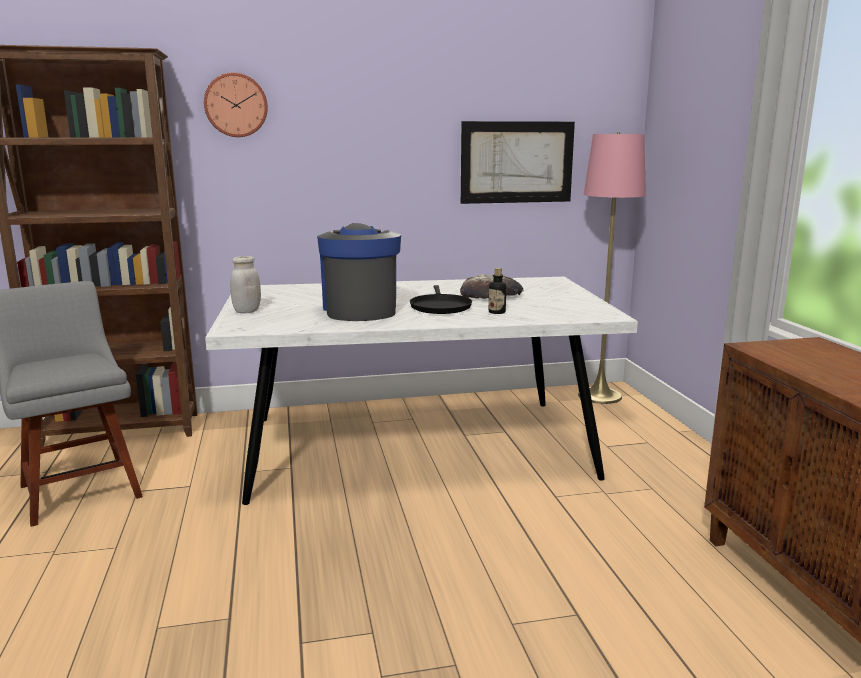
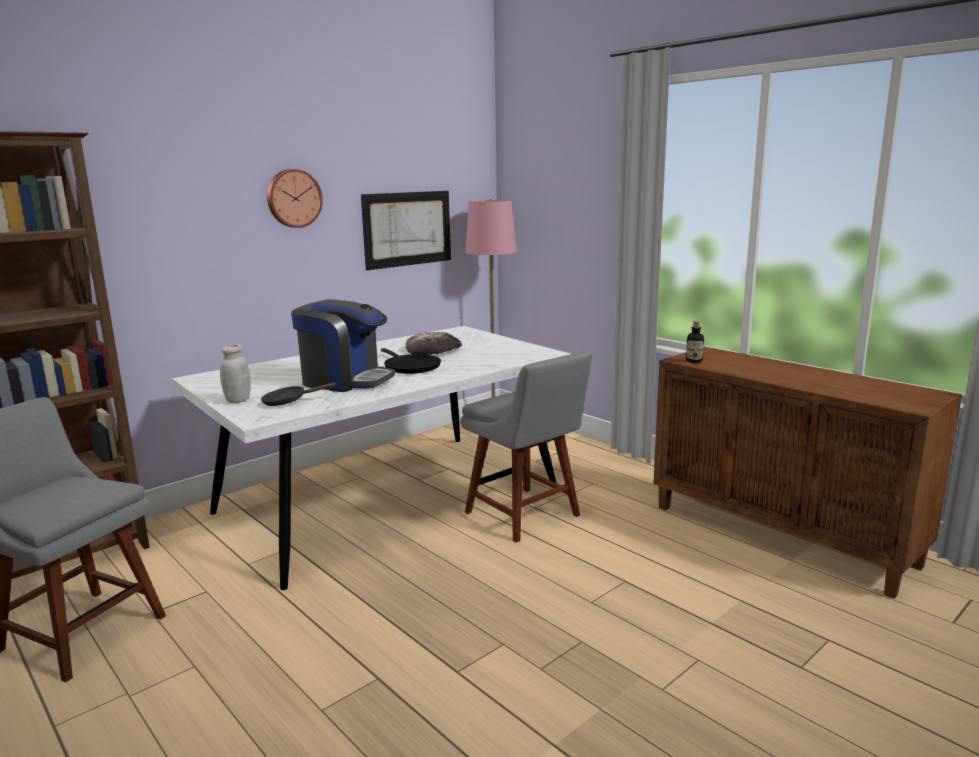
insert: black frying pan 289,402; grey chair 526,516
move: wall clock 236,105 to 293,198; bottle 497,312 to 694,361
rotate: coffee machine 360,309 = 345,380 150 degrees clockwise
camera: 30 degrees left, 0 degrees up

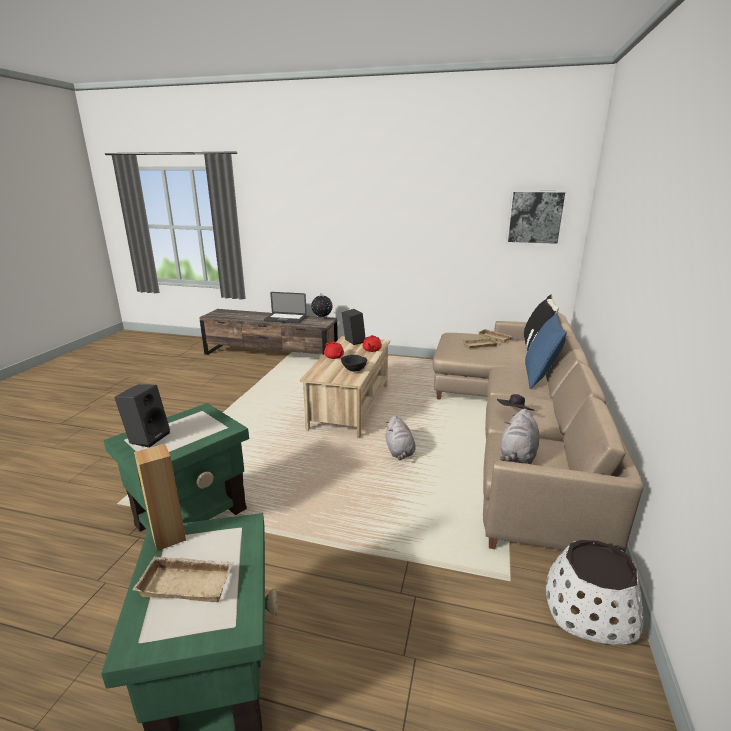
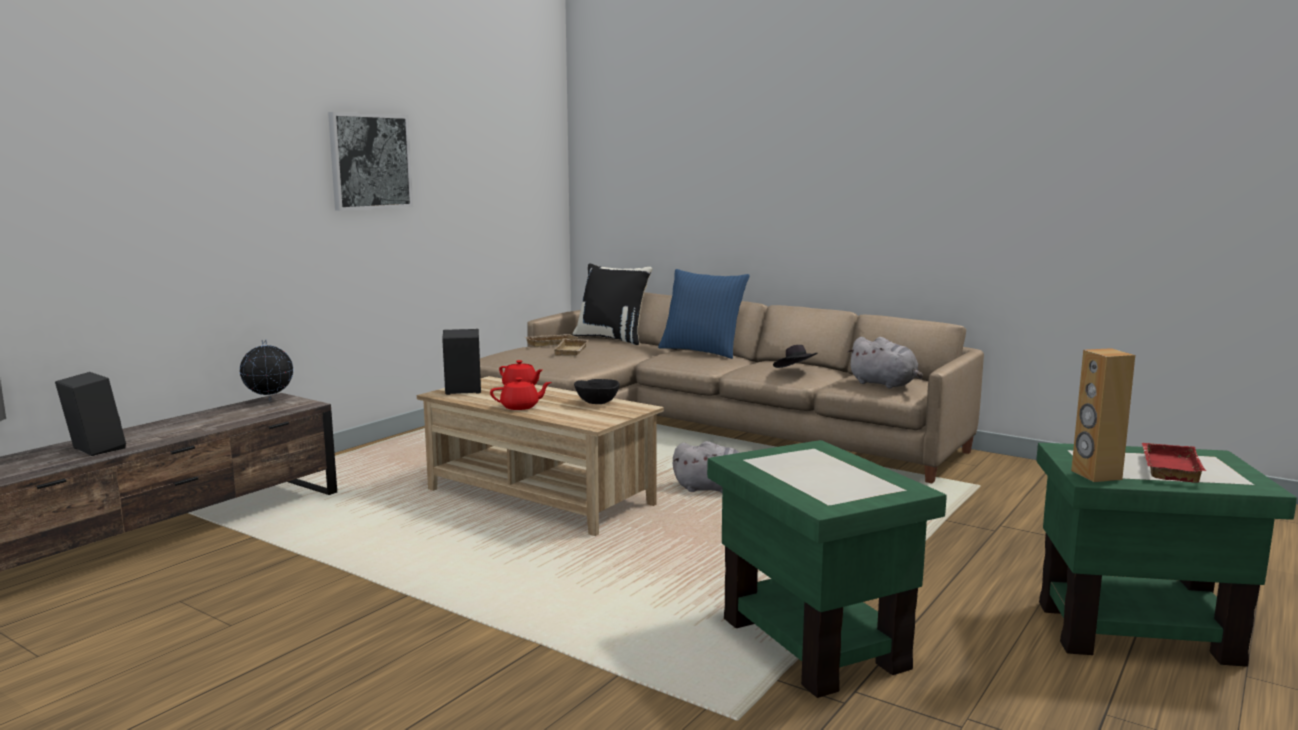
delete: laptop 285,319; white planter 589,610
move: black speaker 148,437 to 93,449; picture 535,217 to 370,161
recolor: beige tray 189,582 to red tray 1167,467
camera: 70 degrees left, 10 degrees down

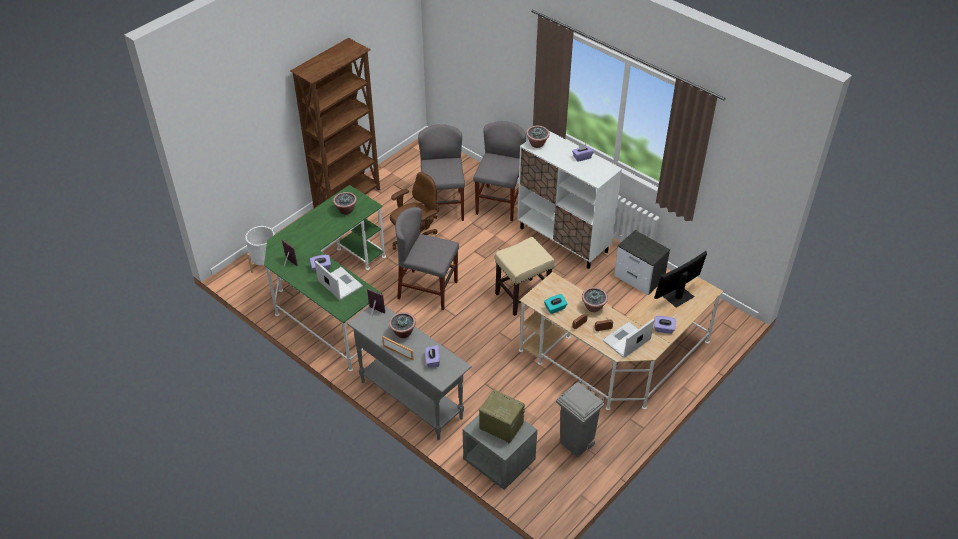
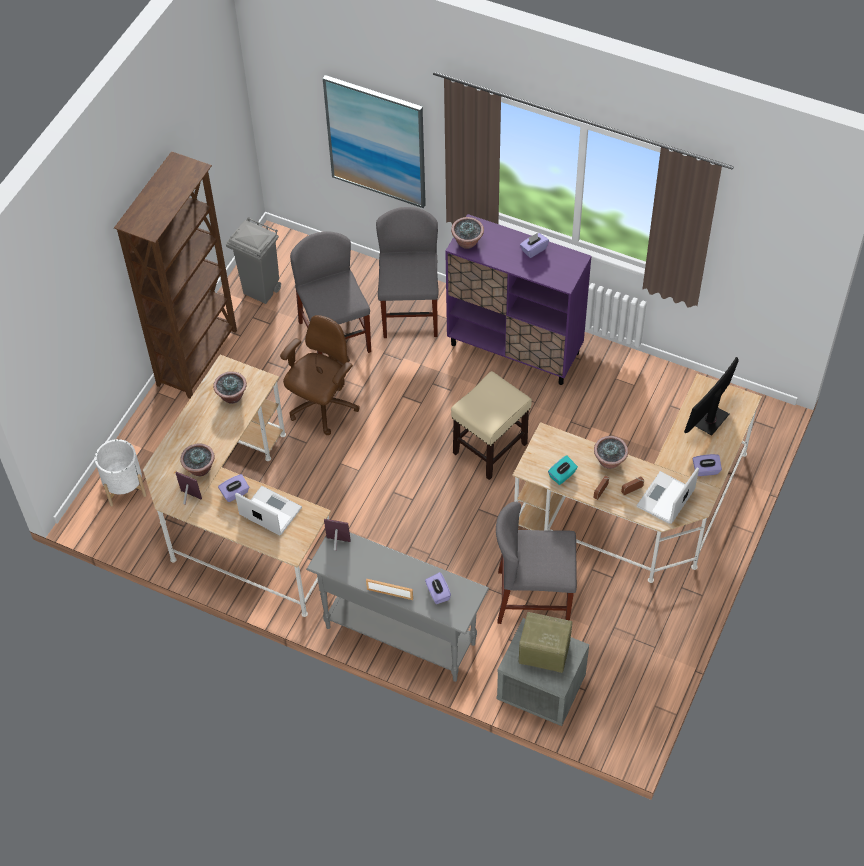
delete: nightstand 639,278
insert: picture 376,141
move: potted plant 403,333 to 199,469; grey chair 428,290 to 533,597; grey trash can 576,444 to 262,291
recolor: green desk 332,300 to beige desk 239,519; white cabinet 563,240 to purple cabinet 515,349
camera: 15 degrees left, 10 degrees up

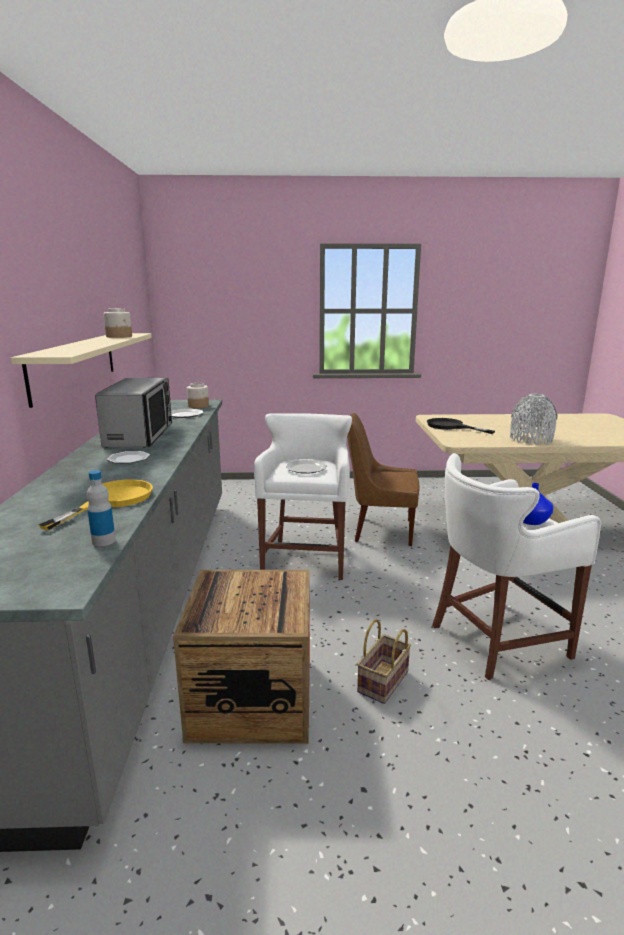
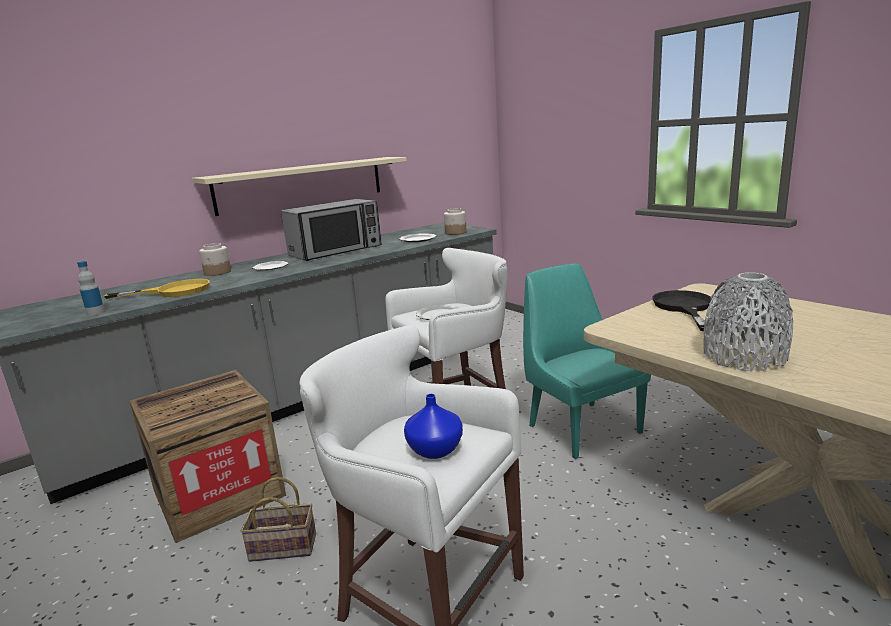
move: jar 119,336 to 217,272
recolor: brown chair 380,530 to turquoise chair 581,427
camera: 55 degrees right, 0 degrees up

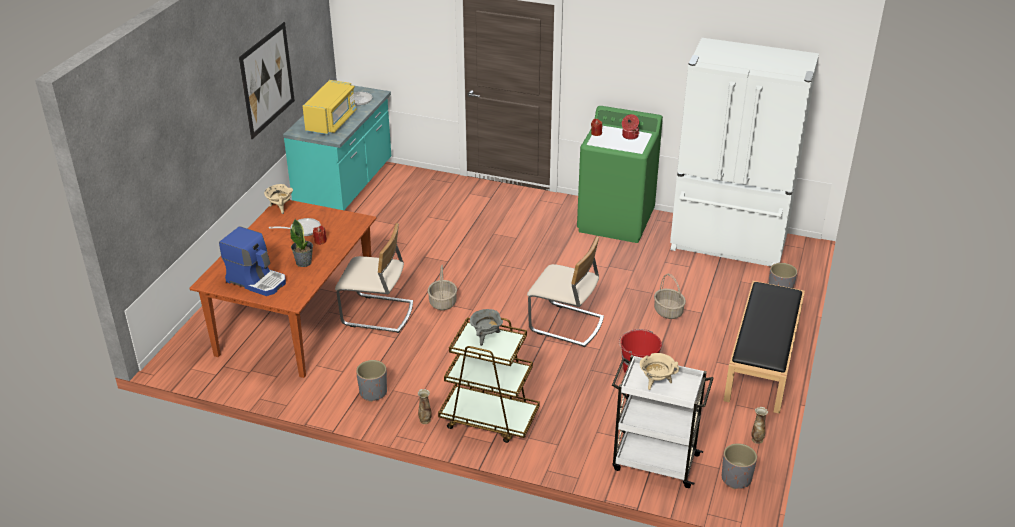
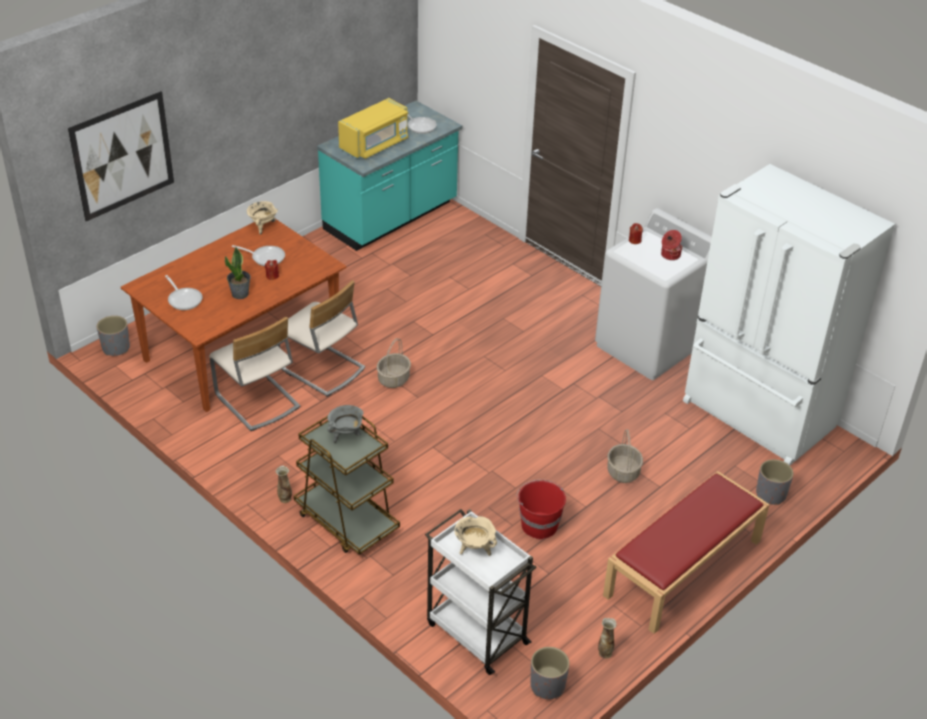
move: picture 267,80 to 122,156; grey planter 373,393 to 116,348; beige chair 566,325 to 256,402
replace: coffee machine 257,280 to frying pan 184,299
recolor: green washing machine 616,221 to white washing machine 648,346; black bench 762,362 to red bench 683,568
camera: 25 degrees right, 5 degrees up

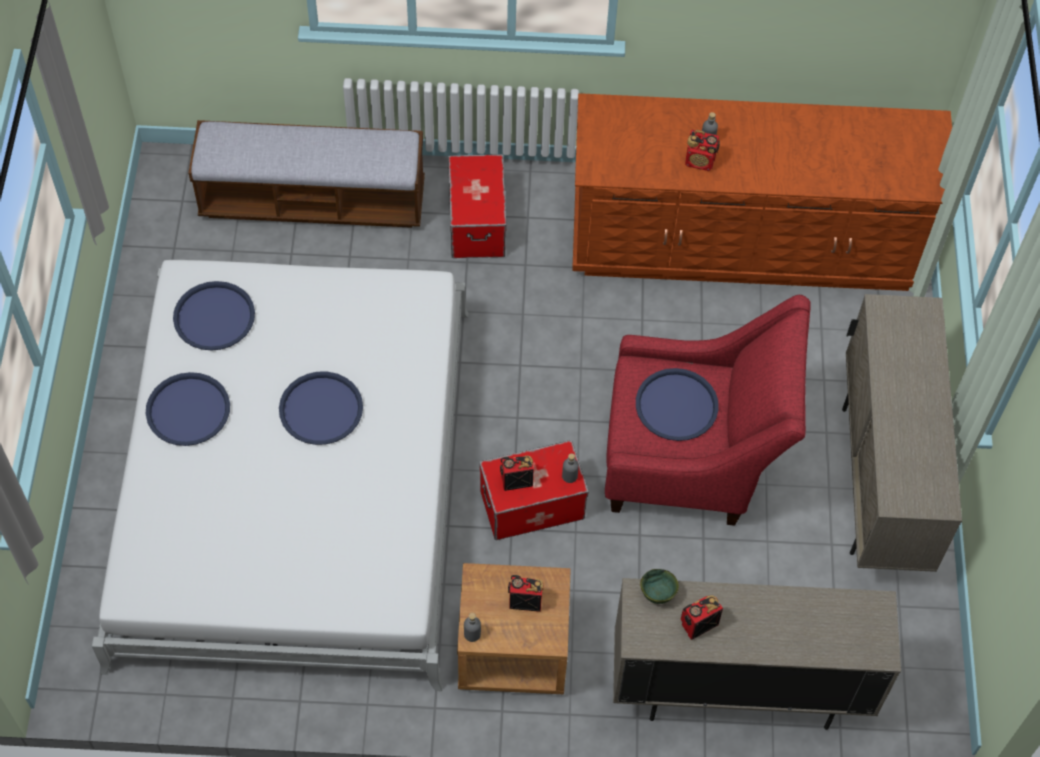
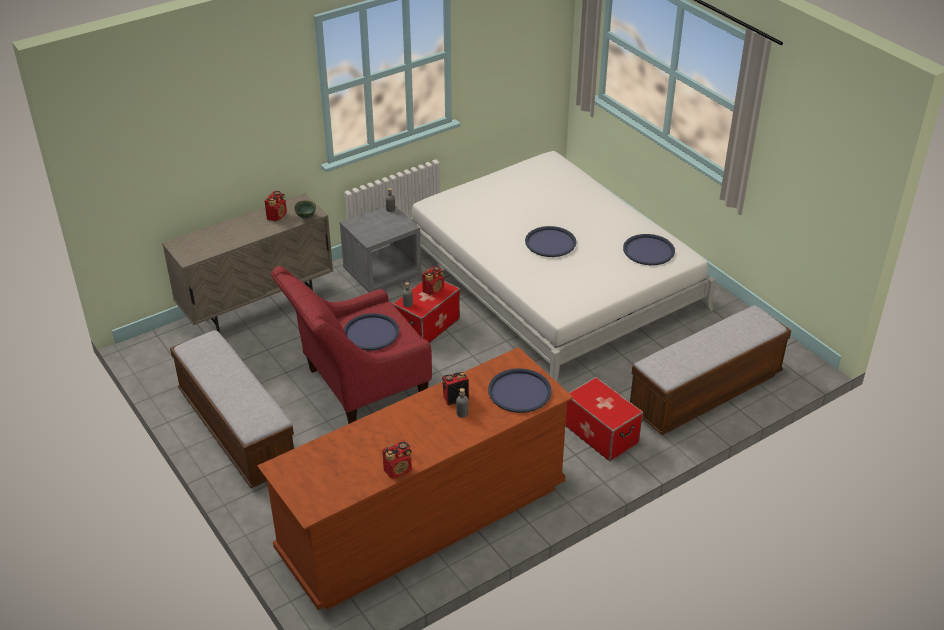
move: blue tray 188,410 to 519,391; radio 525,600 to 398,470
replace: beige cabinet 880,482 to bench 236,430
recolor: brown nightstand 512,651 to grey nightstand 382,273
camera: 145 degrees right, 20 degrees down

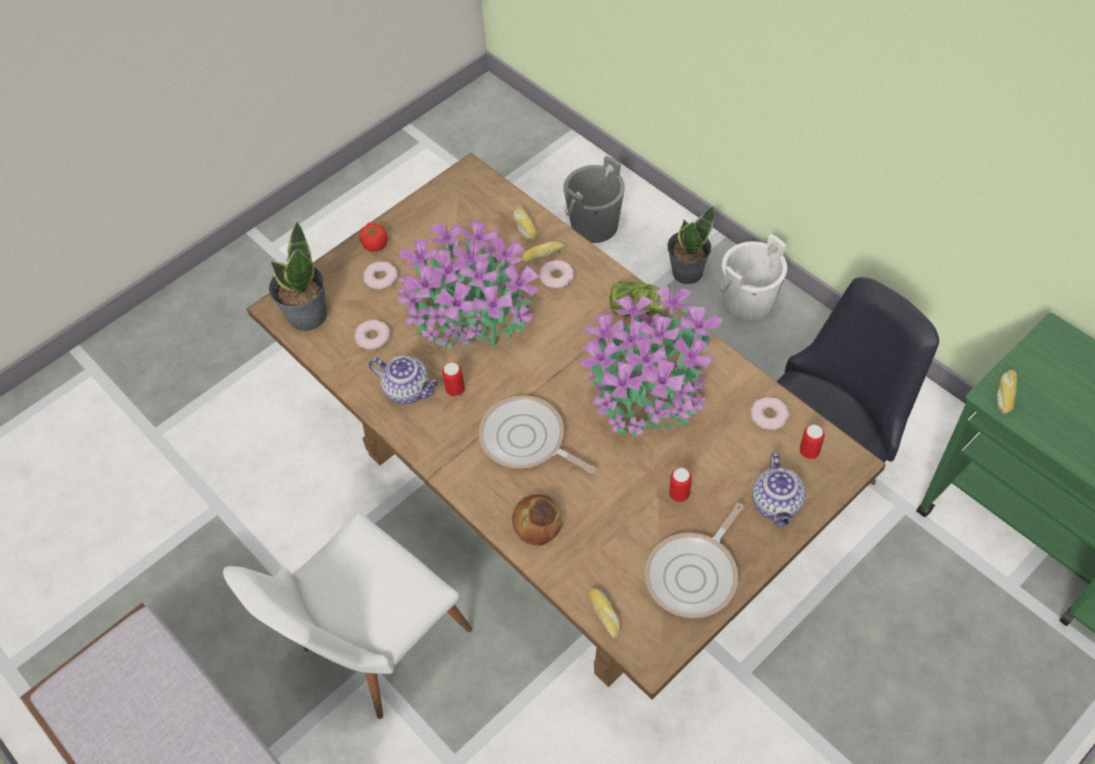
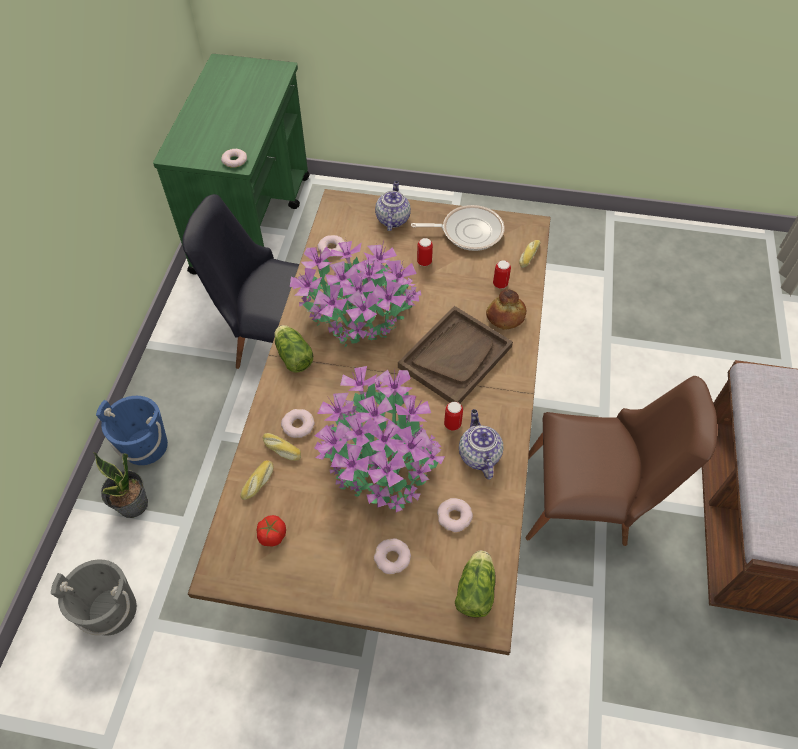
move: tomato 375,244 to 272,535; can 809,452 to 500,284
replace: potted plant 307,316 to lettuce 476,588; frying pan 526,440 to brown tray 455,356; bread 1005,393 to donut 234,160
recolor: white chair 372,648 to brown chair 588,503; white bucket 748,303 to blue bucket 145,446
rotate: teapot 777,505 = 392,219 45 degrees counterclockwise
camera: 130 degrees left, 0 degrees up

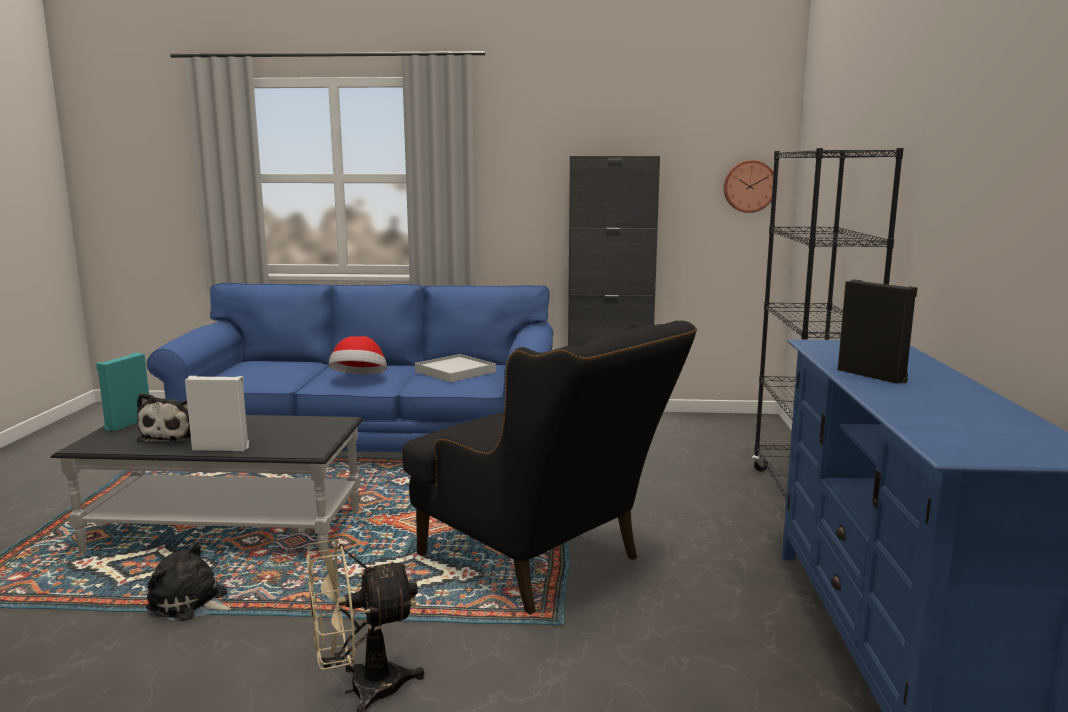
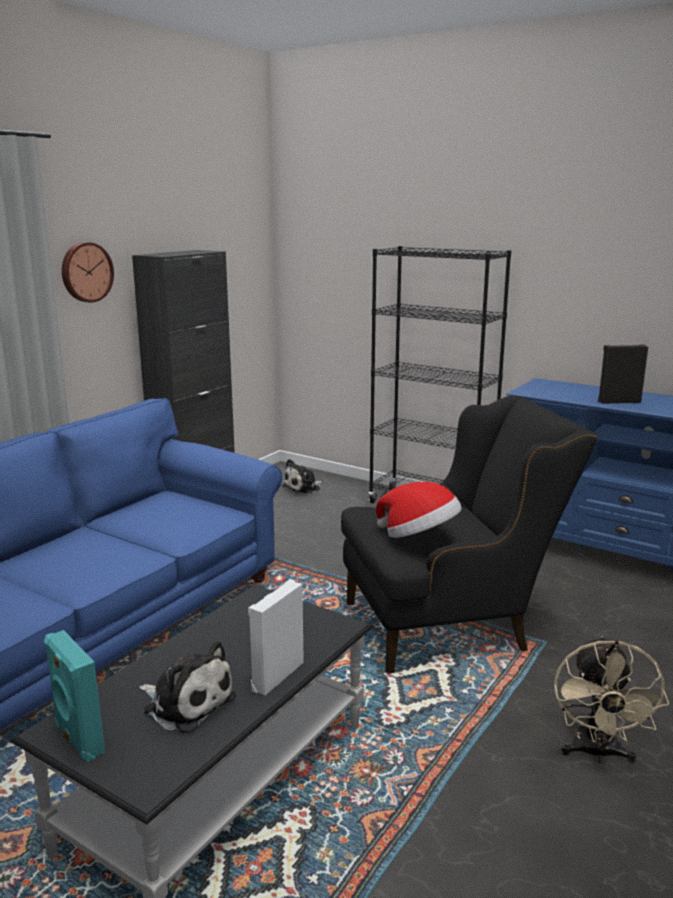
delete: white tray 455,371
move: plush toy 191,604 to 303,488; hat 359,380 to 419,536; wall clock 749,186 to 86,272
camera: 60 degrees left, 5 degrees up

